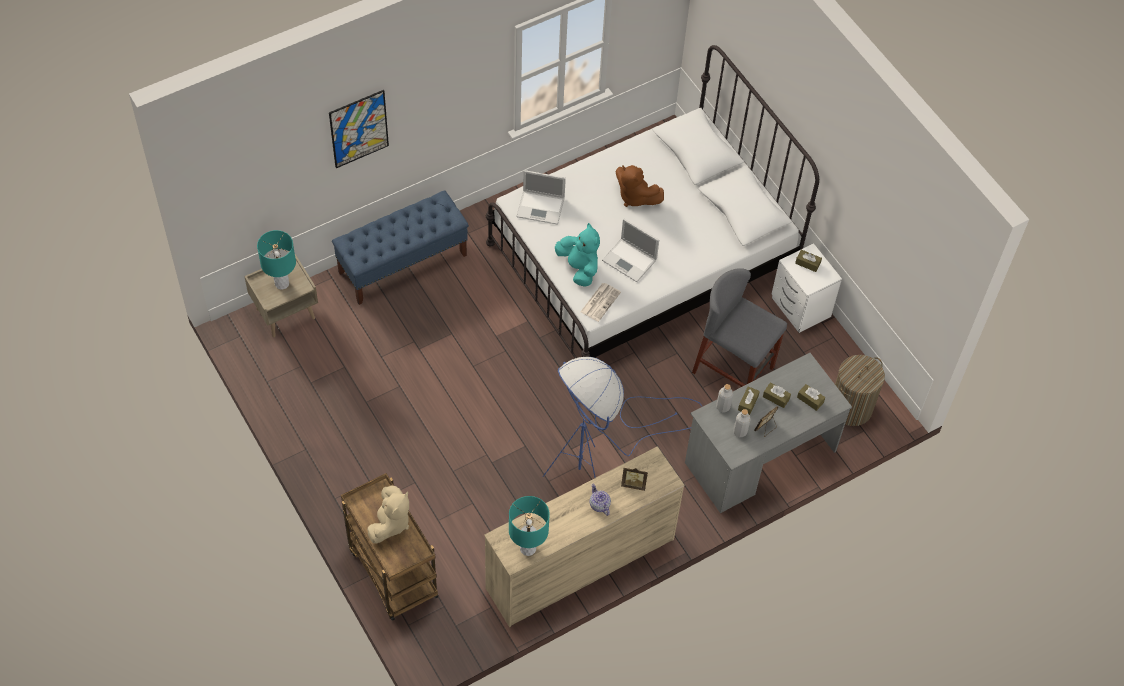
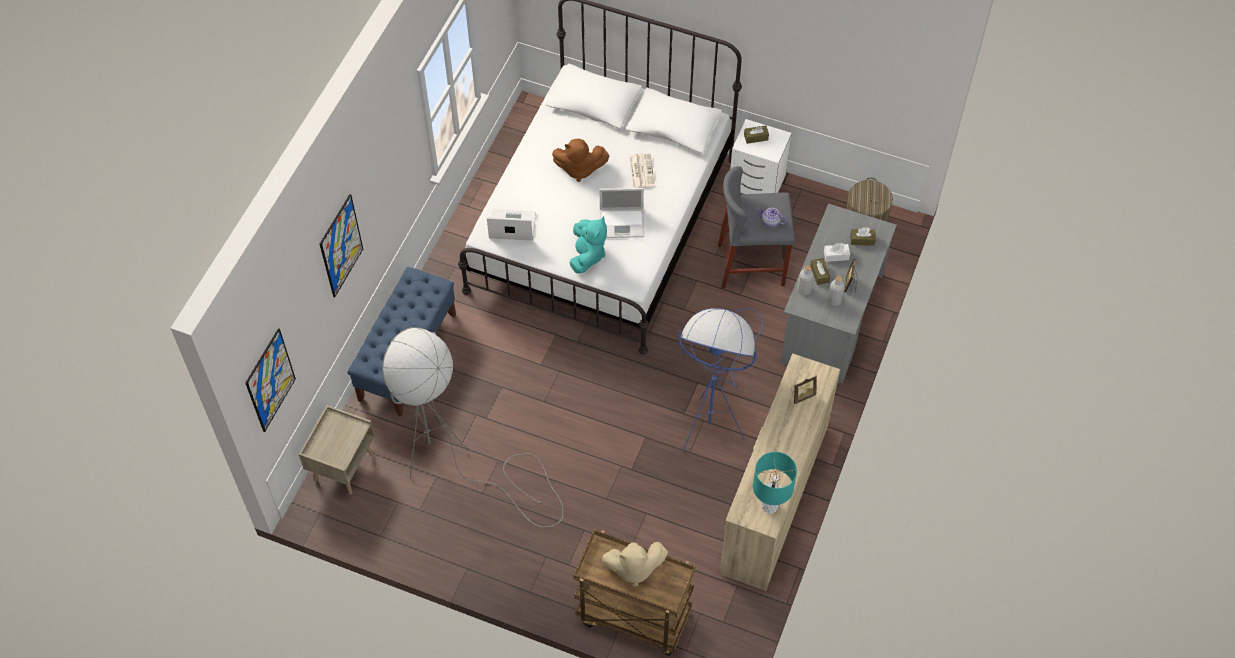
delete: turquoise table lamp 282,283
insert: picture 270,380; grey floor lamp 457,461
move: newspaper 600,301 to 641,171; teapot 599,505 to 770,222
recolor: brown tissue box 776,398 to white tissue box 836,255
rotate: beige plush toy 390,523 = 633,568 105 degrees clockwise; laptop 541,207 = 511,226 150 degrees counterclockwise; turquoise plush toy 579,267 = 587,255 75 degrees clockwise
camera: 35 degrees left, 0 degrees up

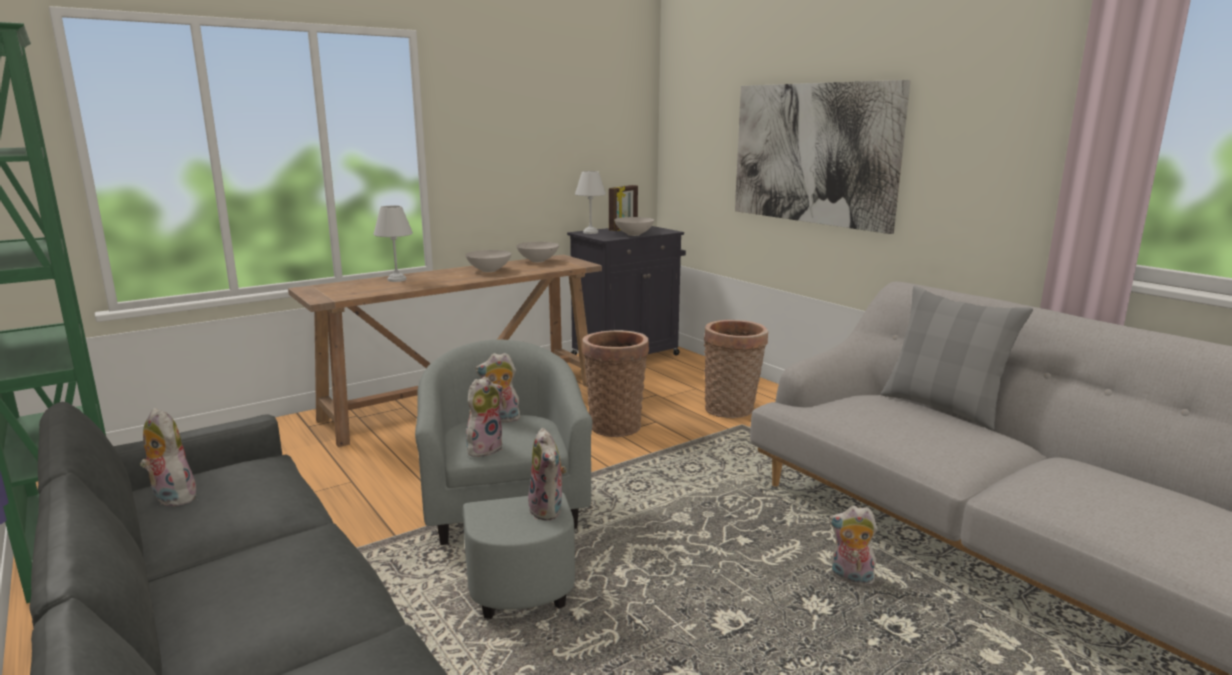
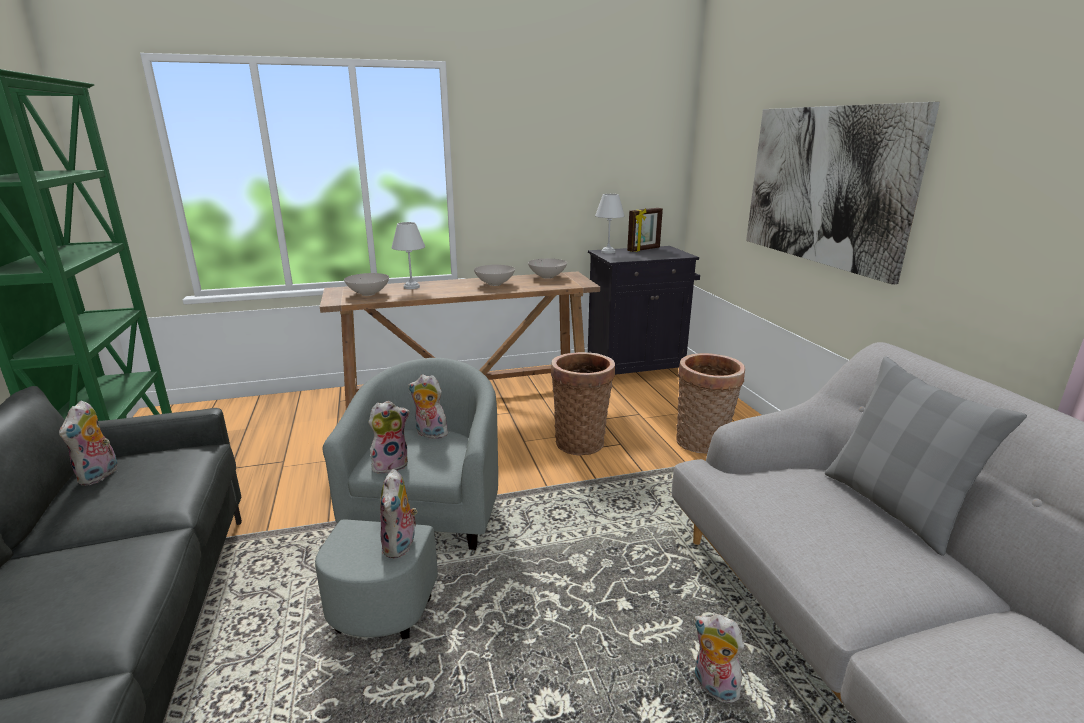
move: white bowl 634,235 to 367,294
rotate: plush toy 171,497 = 100,476 150 degrees counterclockwise
camera: 20 degrees right, 5 degrees up

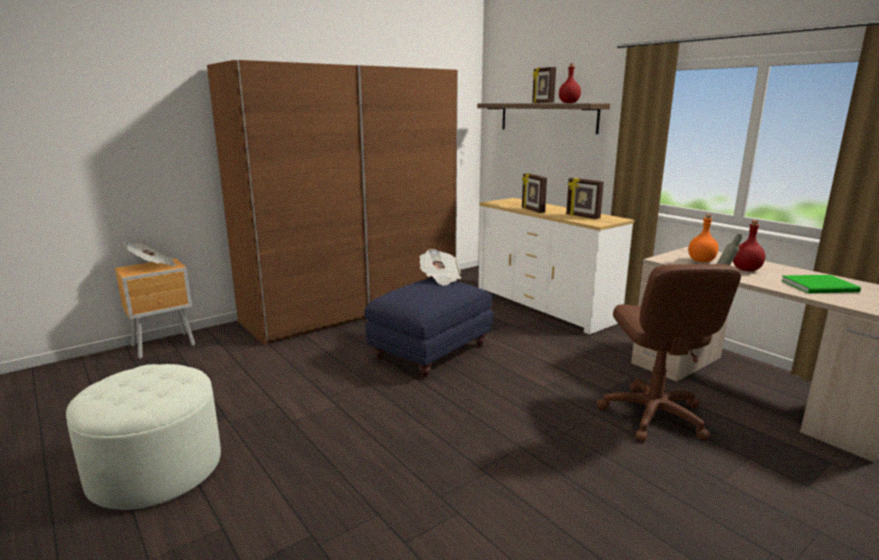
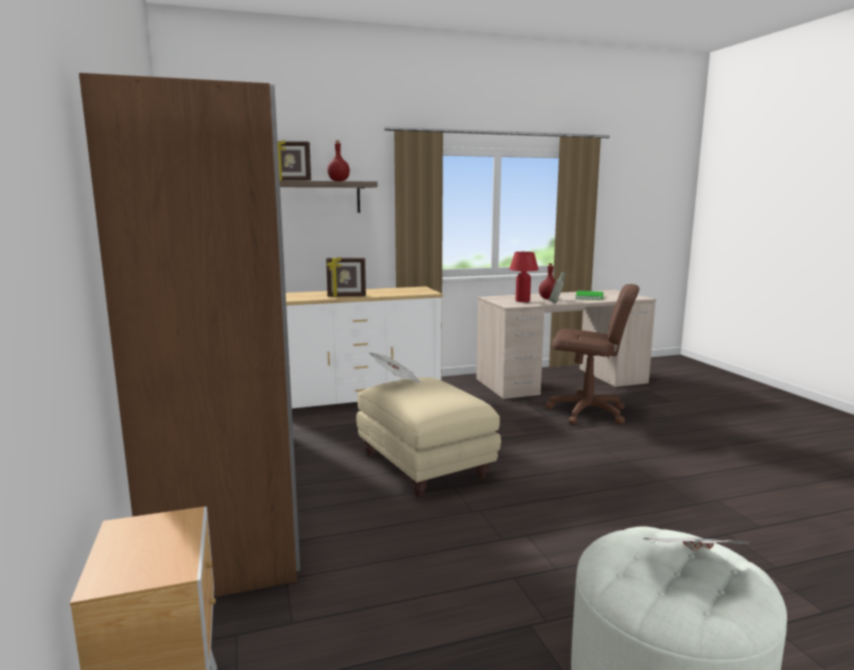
delete: picture frame 582,216
move: newspaper 153,266 to 690,565
replace: orange bottle 701,261 to red table lamp 522,301
recolor: blue ottoman 430,353 to beige ottoman 425,466
camera: 70 degrees left, 5 degrees down

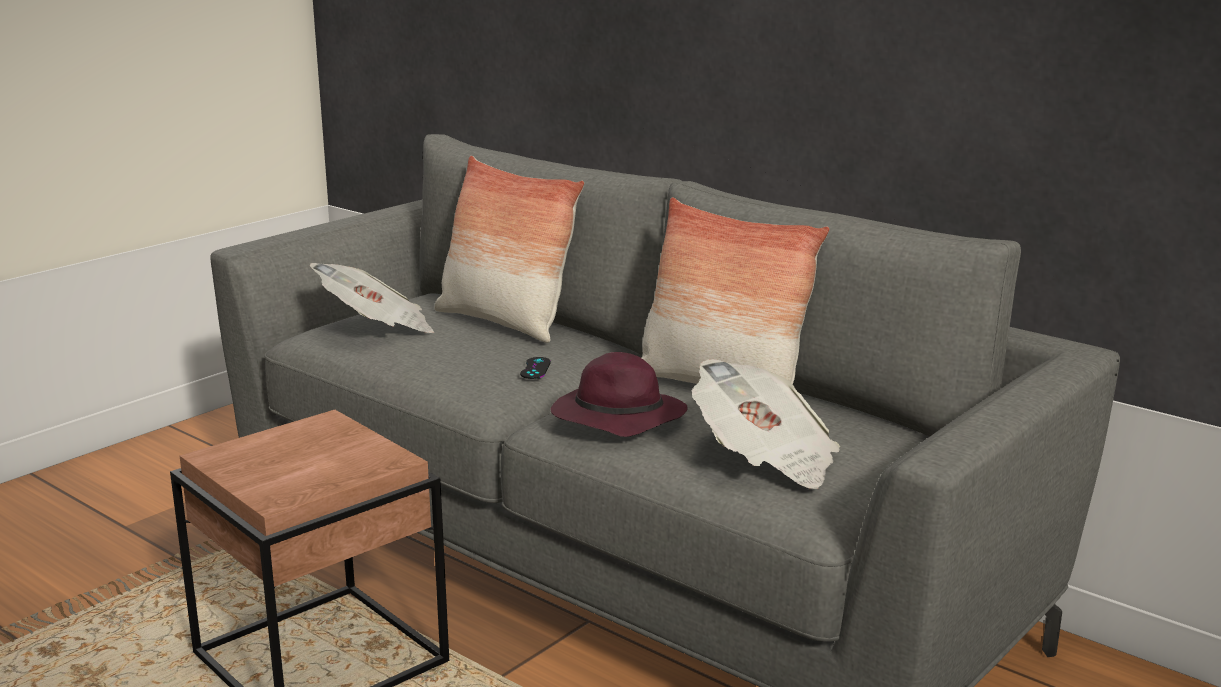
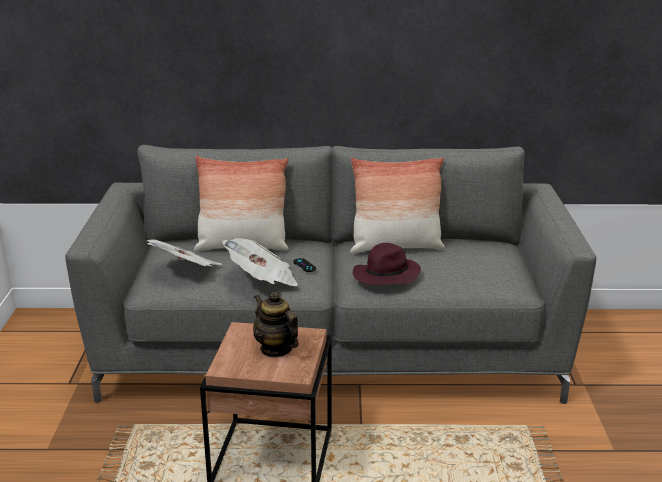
insert: teapot 276,349
move: newspaper 766,460 to 262,280
camera: 40 degrees left, 5 degrees up

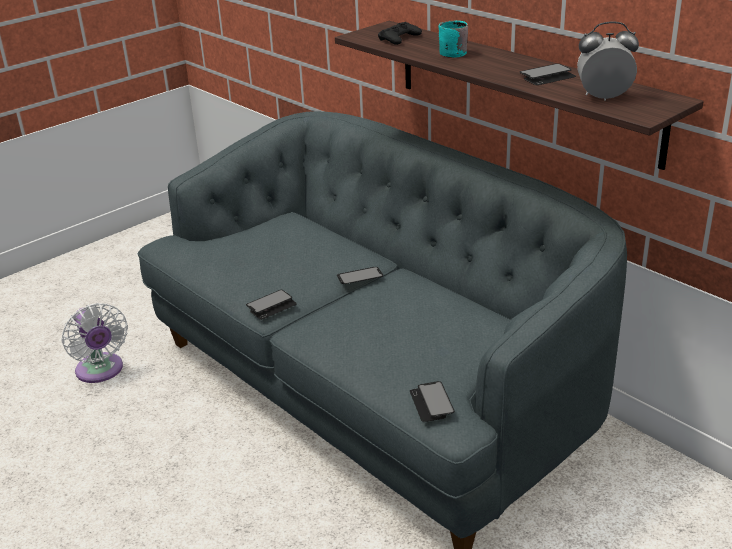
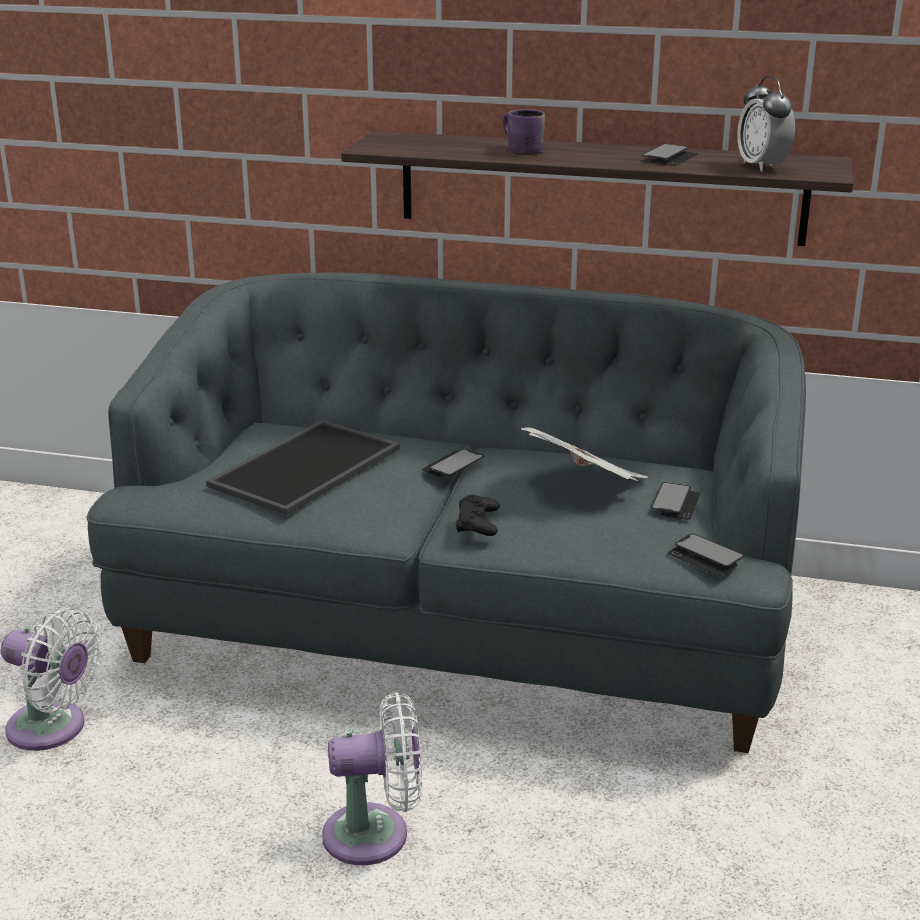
insert: tray 304,465; white fan 375,834; newspaper 585,486
move: phone 271,306 to 675,503; black game controller 399,38 to 478,522
recolor: turquoise mug 450,52 to purple mug 518,150
rotate: alarm clock 603,97 = 762,166 75 degrees counterclockwise
camera: 35 degrees left, 5 degrees down

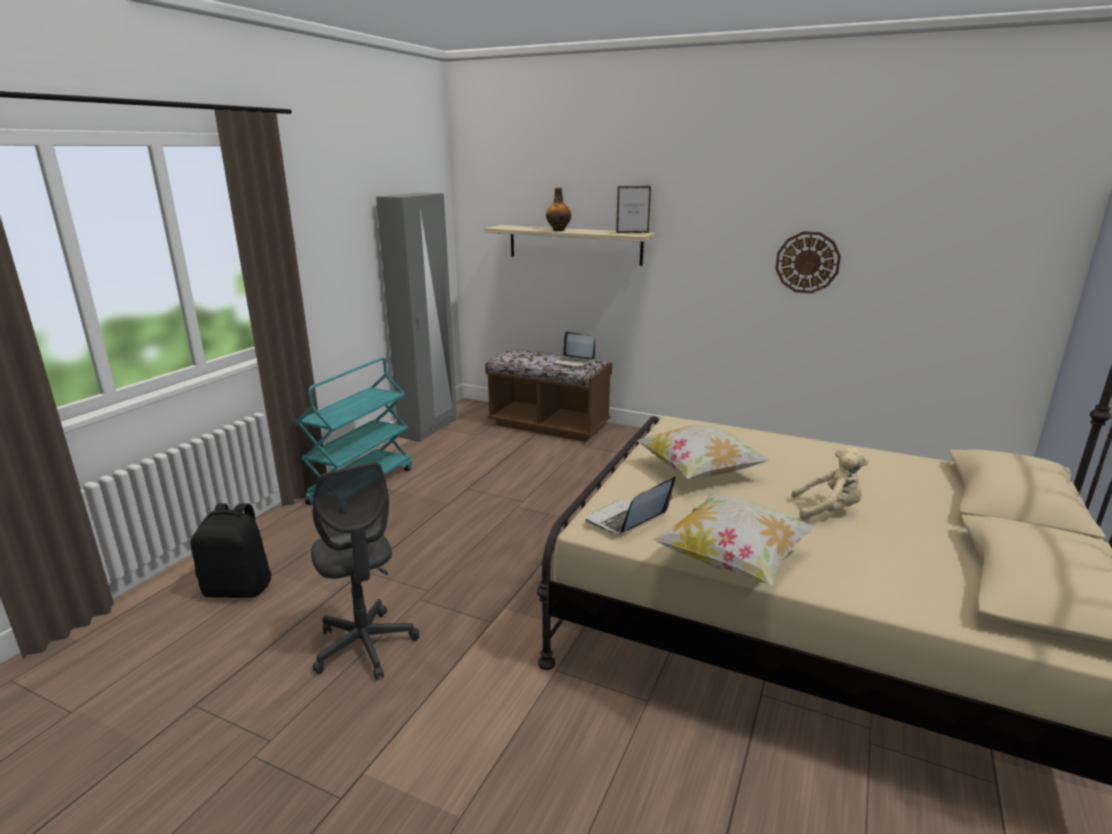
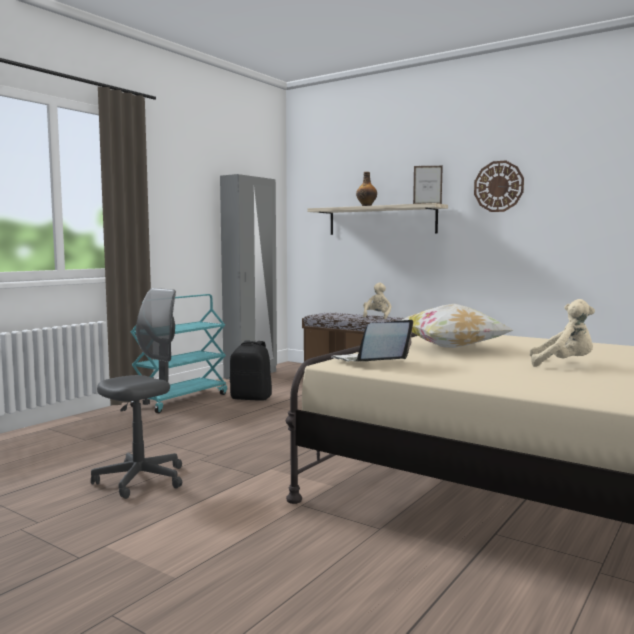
delete: pillow 733,560
move: black backpack 239,588 to 251,398; wall clock 807,262 to 498,186
replace: laptop 573,362 to beige plush toy 377,317
rotate: grey office chair 365,646 = 141,480 120 degrees counterclockwise
camera: 10 degrees right, 15 degrees down

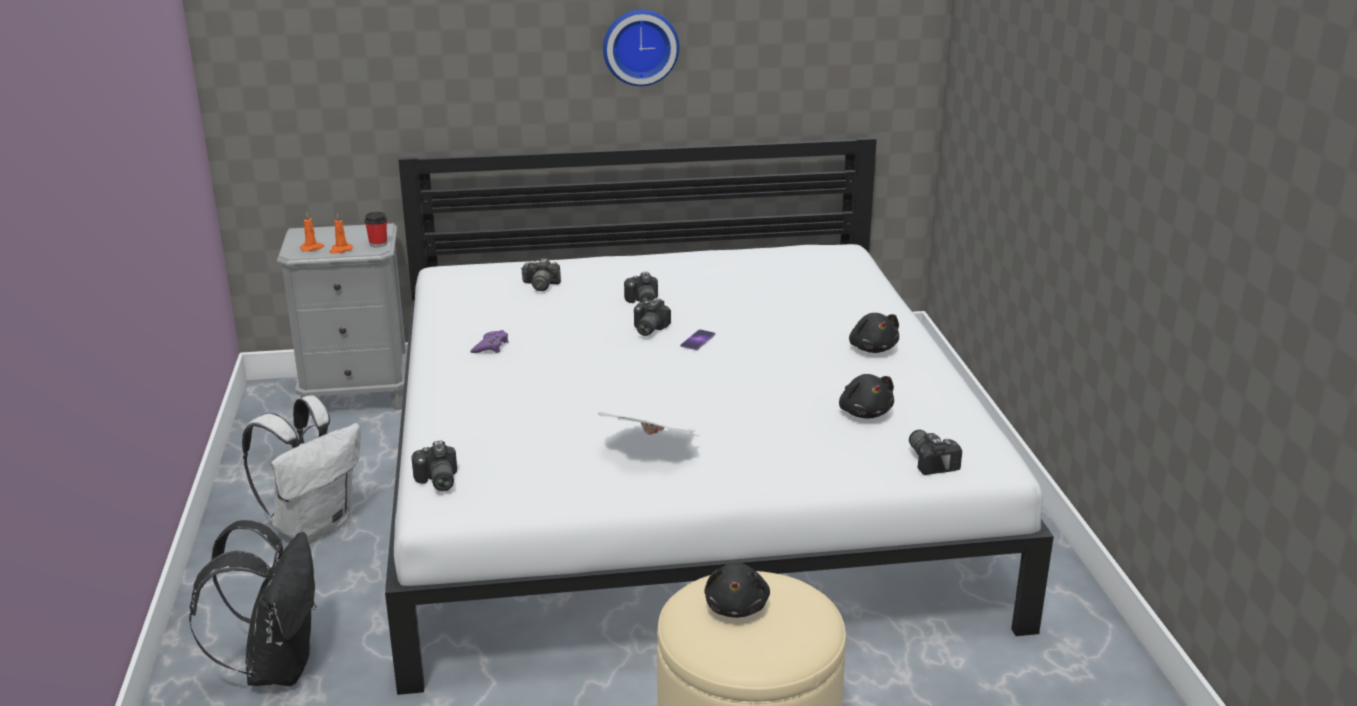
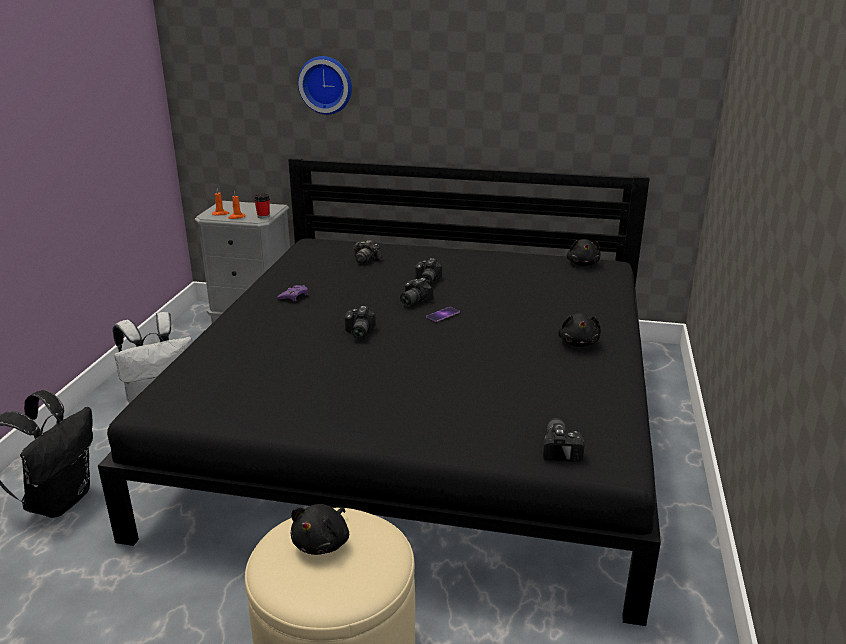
delete: newspaper 653,449
move: photo camera 436,481 to 358,332; wall clock 640,46 to 326,84; black plush toy 864,412 to 582,264
recolor: white bed 679,482 to black bed 424,422
camera: 20 degrees right, 0 degrees up

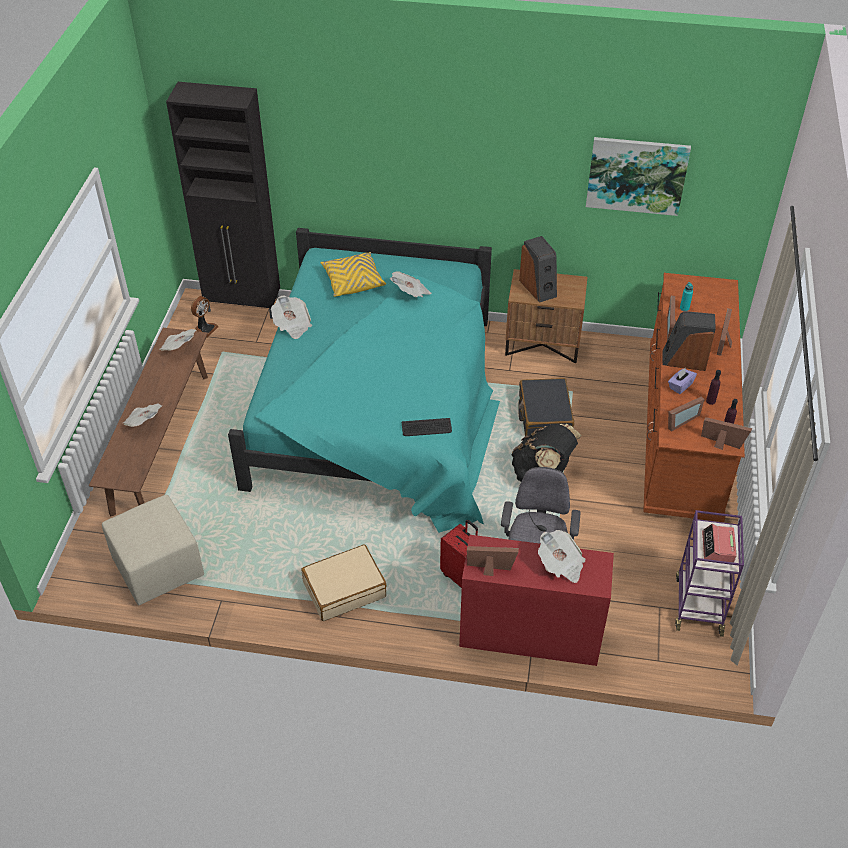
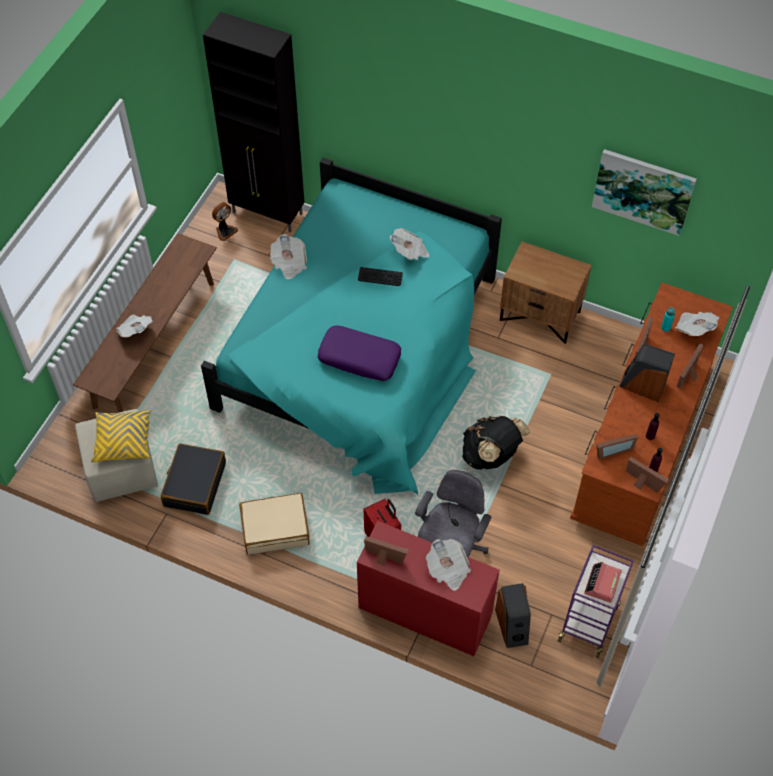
delete: purple tissue box 680,386
insert: purple pillow 360,358
move: newspaper 179,347 to 694,328; yellow pillow 353,281 to 123,441; keyboard 426,428 to 380,277; black suitcase 544,415 to 194,484; speaker 538,288 to 512,626
camera: 15 degrees right, 10 degrees up

